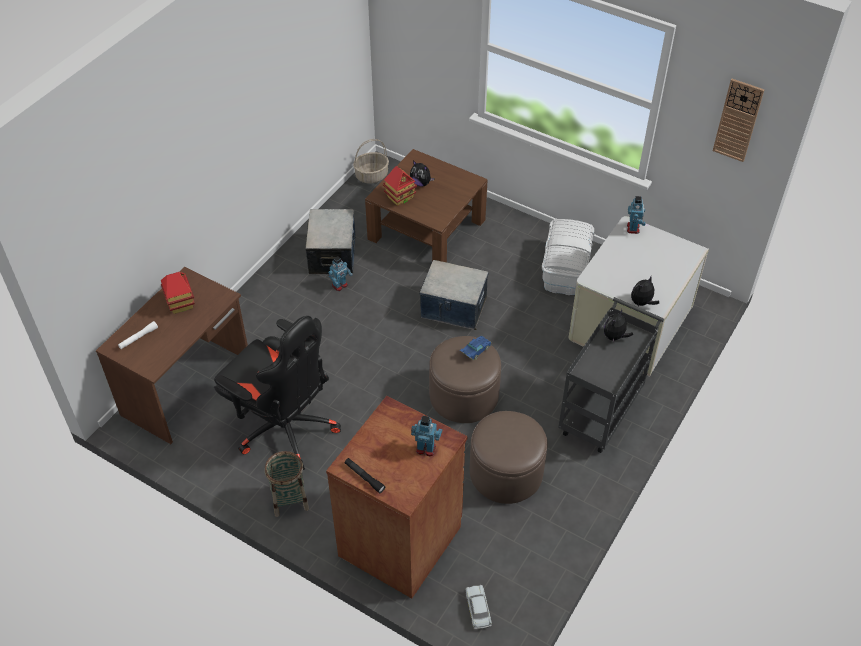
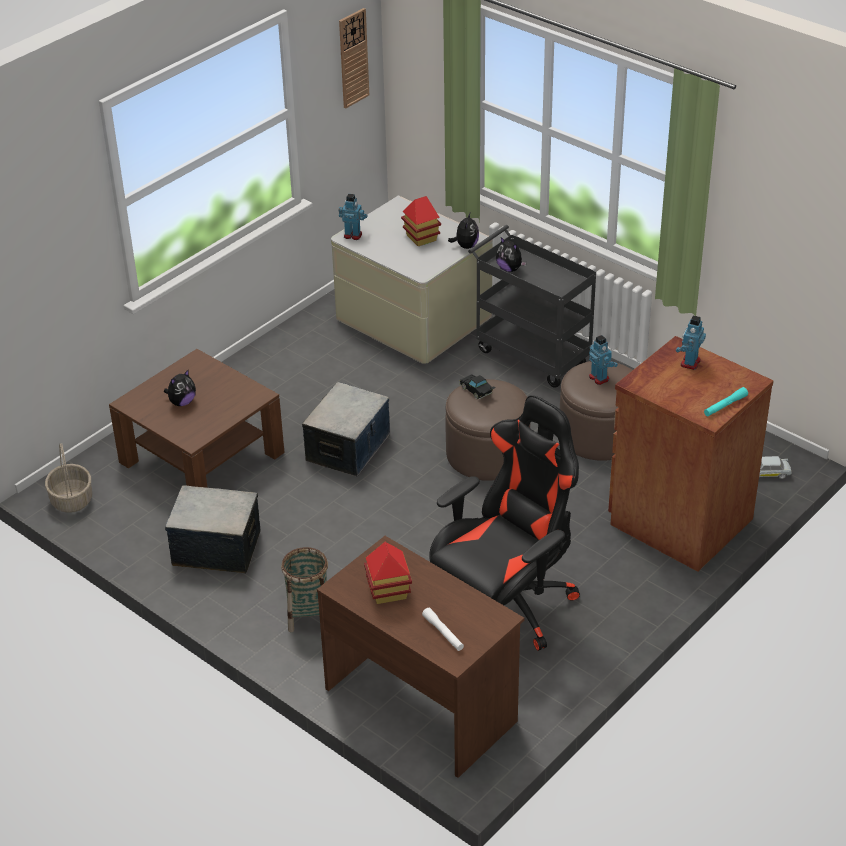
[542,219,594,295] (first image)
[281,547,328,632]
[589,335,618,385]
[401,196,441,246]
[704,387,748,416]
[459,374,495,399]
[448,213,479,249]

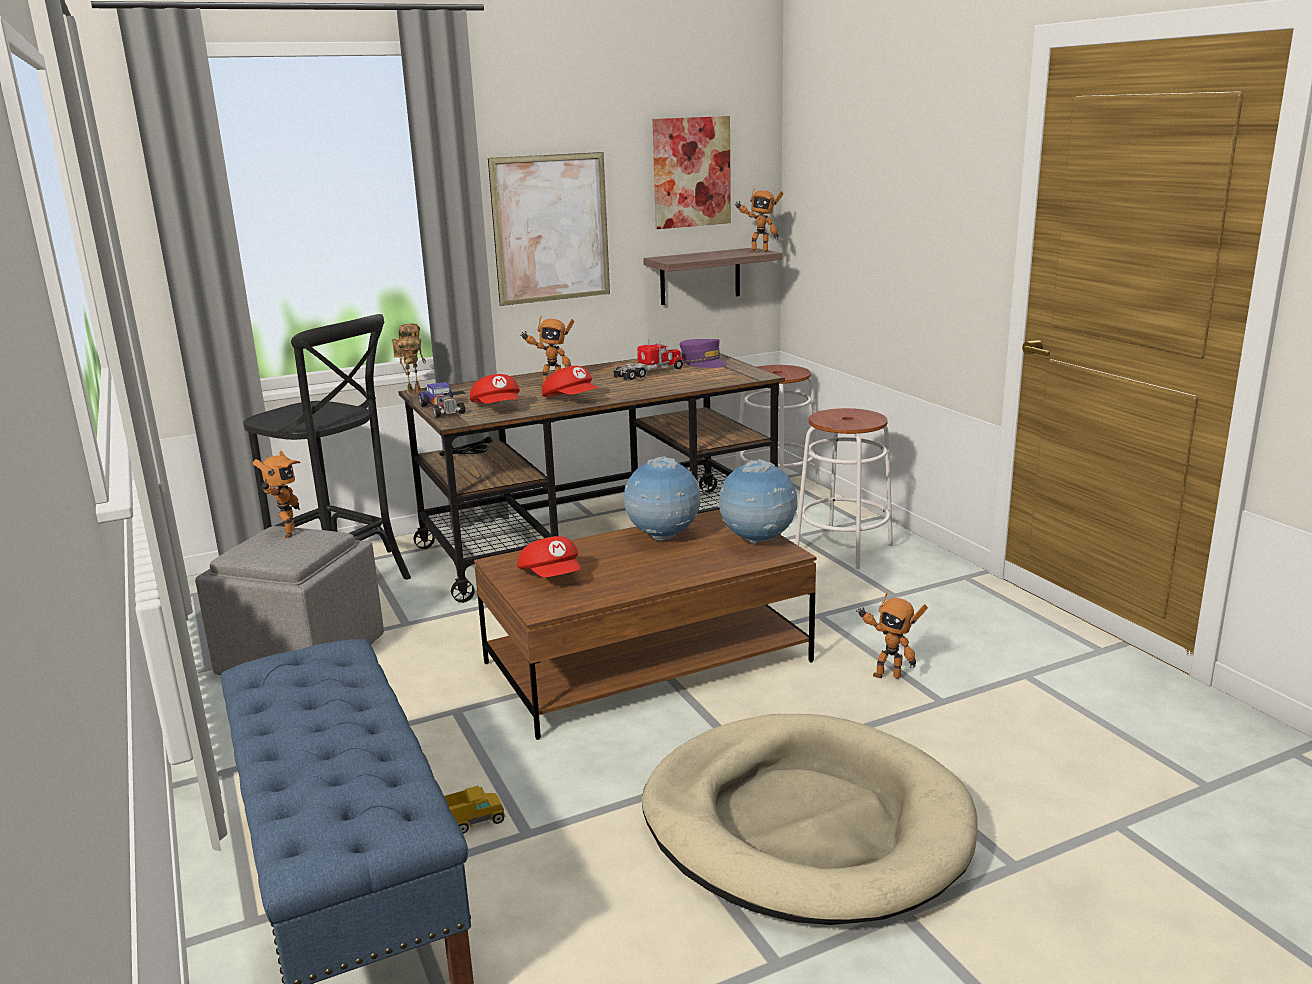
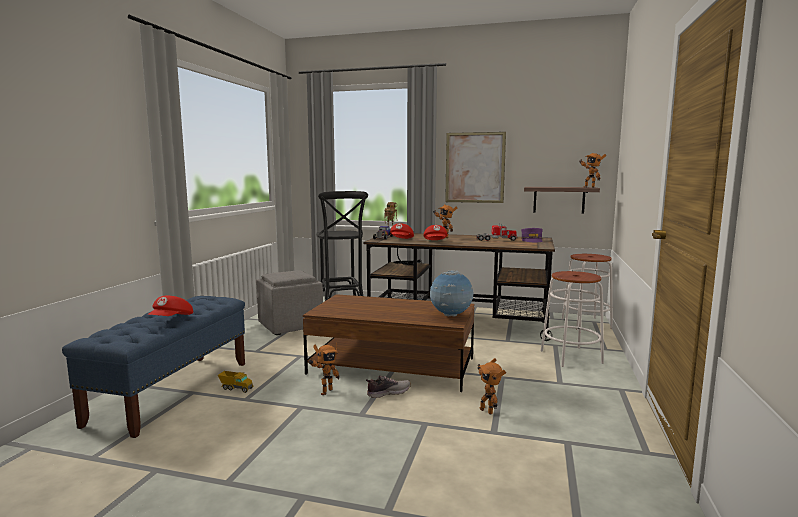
[624,456,701,541] (first image)
[642,714,977,925] (first image)
[652,116,731,229] (first image)
[366,376,411,398]
[308,342,339,395]
[147,295,193,316]

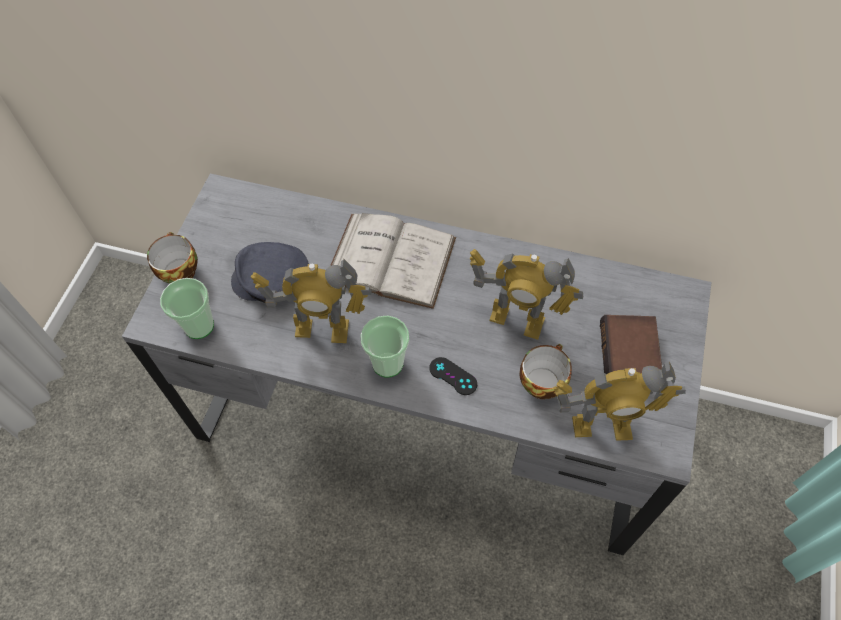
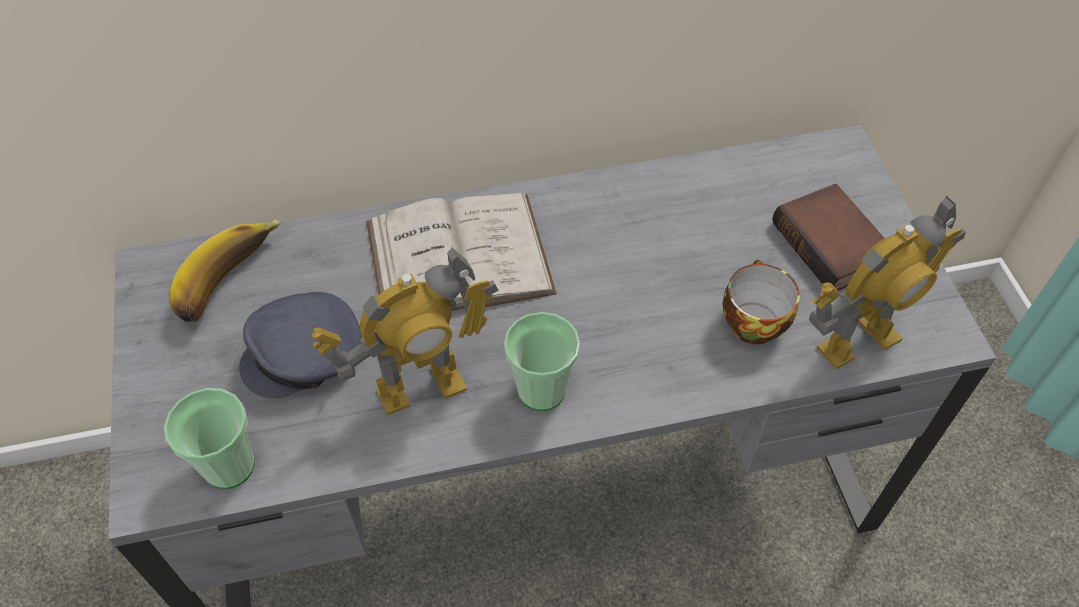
[147,232,198,284] (first image)
[429,357,477,395] (first image)
[470,249,583,340] (first image)
[169,220,281,322]

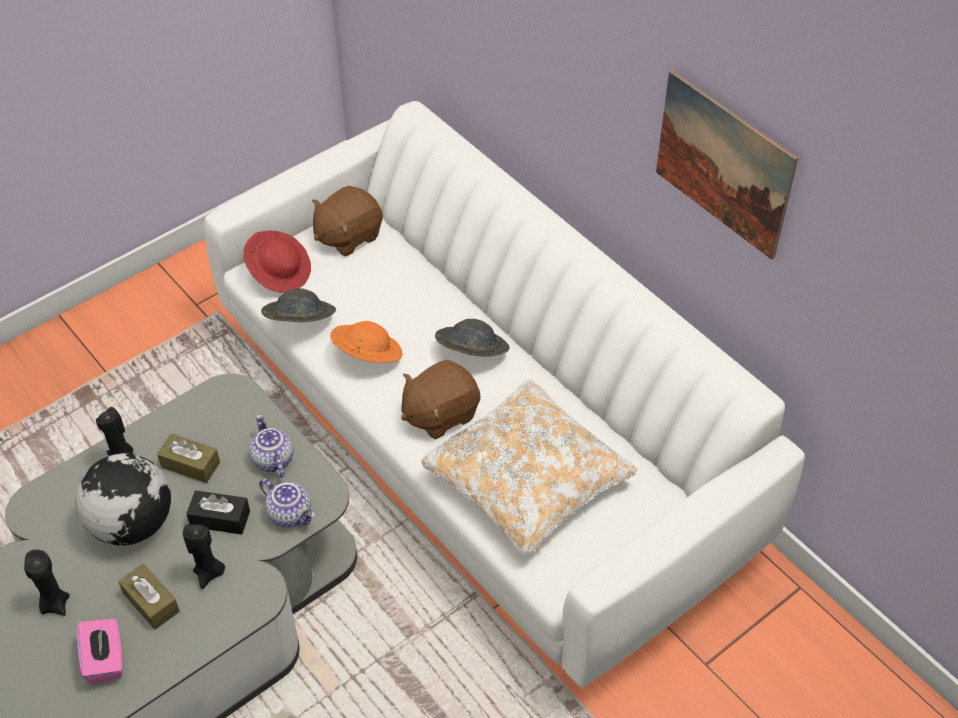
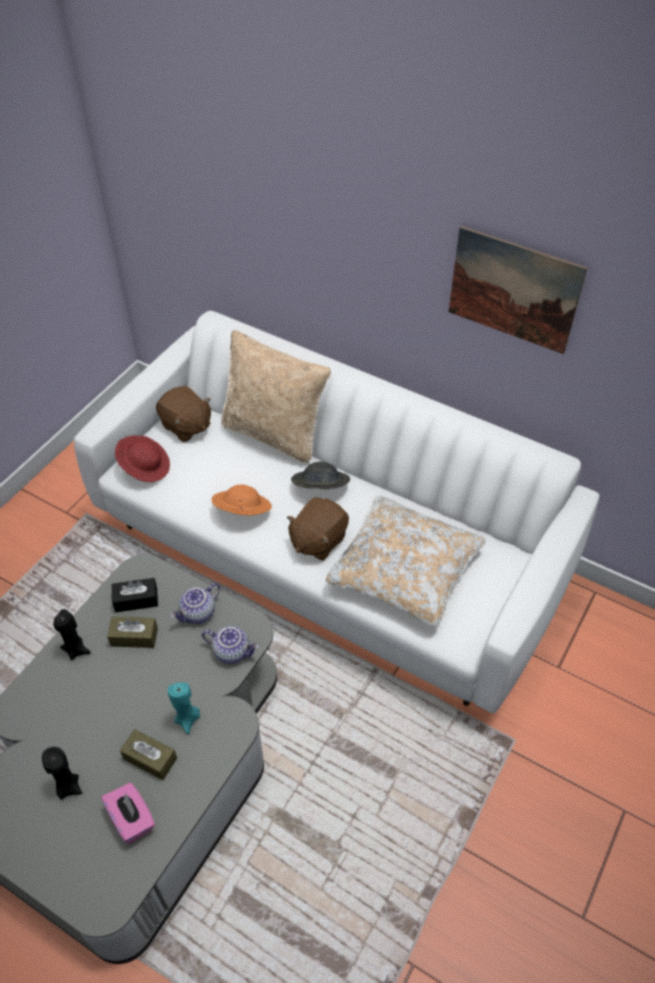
[76,453,171,546] (first image)
[261,288,336,322] (first image)
[221,330,332,463]
[112,578,158,612]
[168,682,200,734]
[171,583,220,624]
[156,386,211,442]

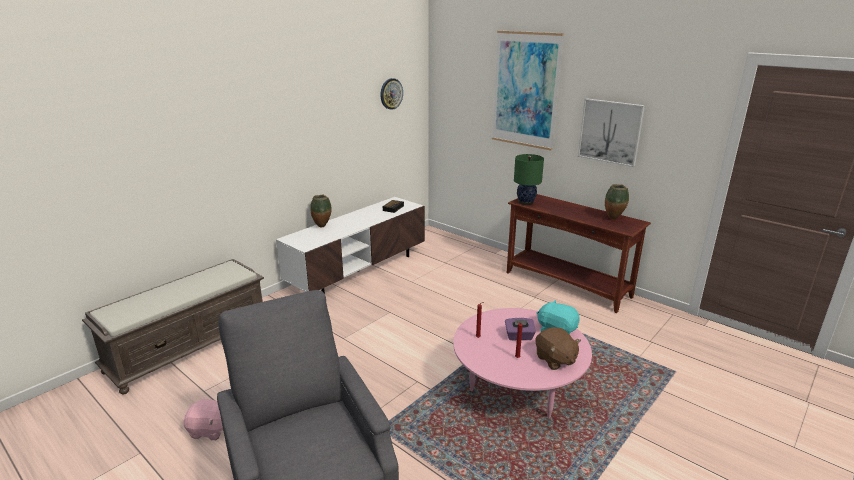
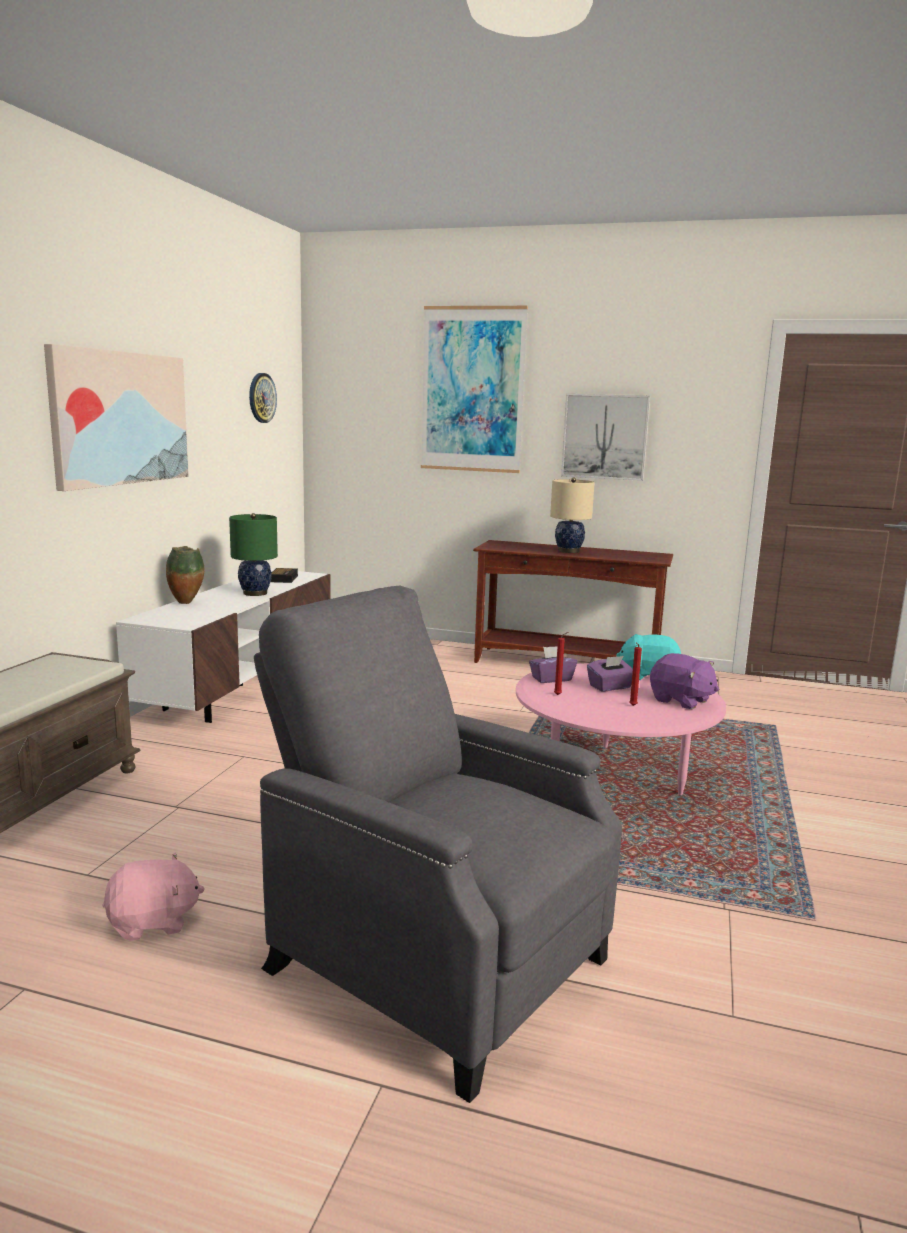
[605,184,629,220] (first image)
[44,344,189,491]
[529,647,577,683]
[550,478,595,553]
[229,513,278,596]
[650,653,719,709]

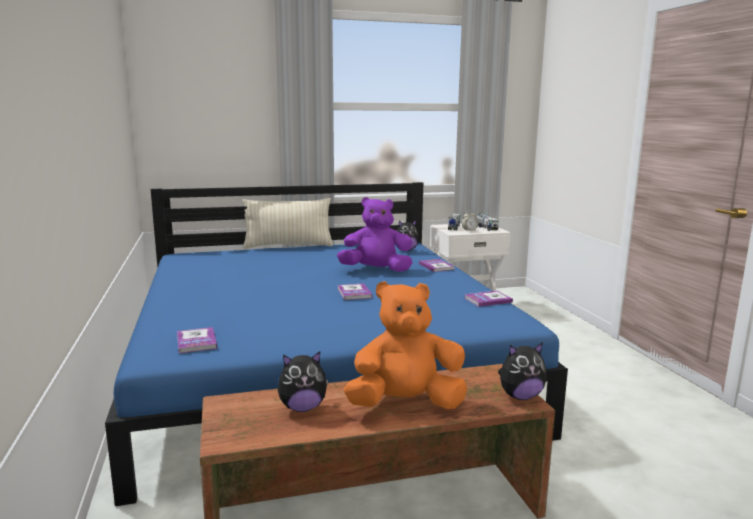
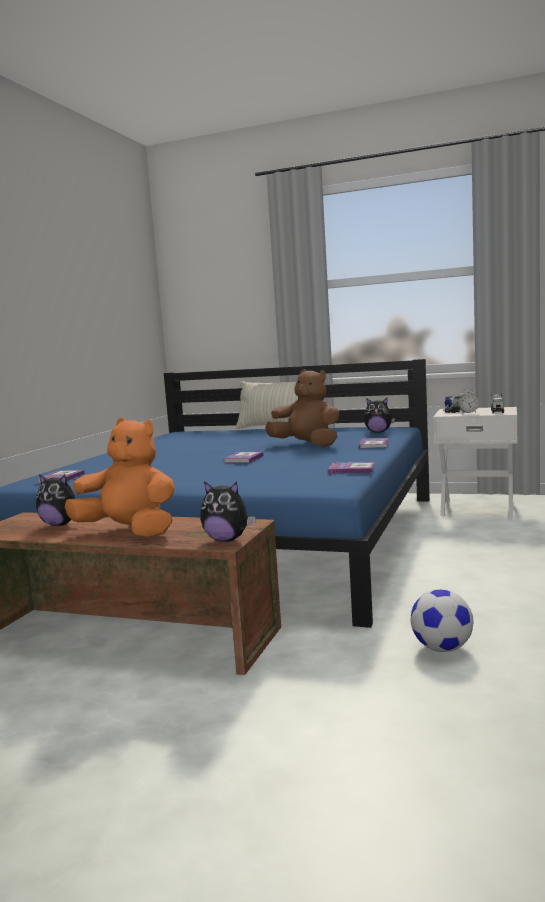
[411,589,473,652]
[265,369,339,447]

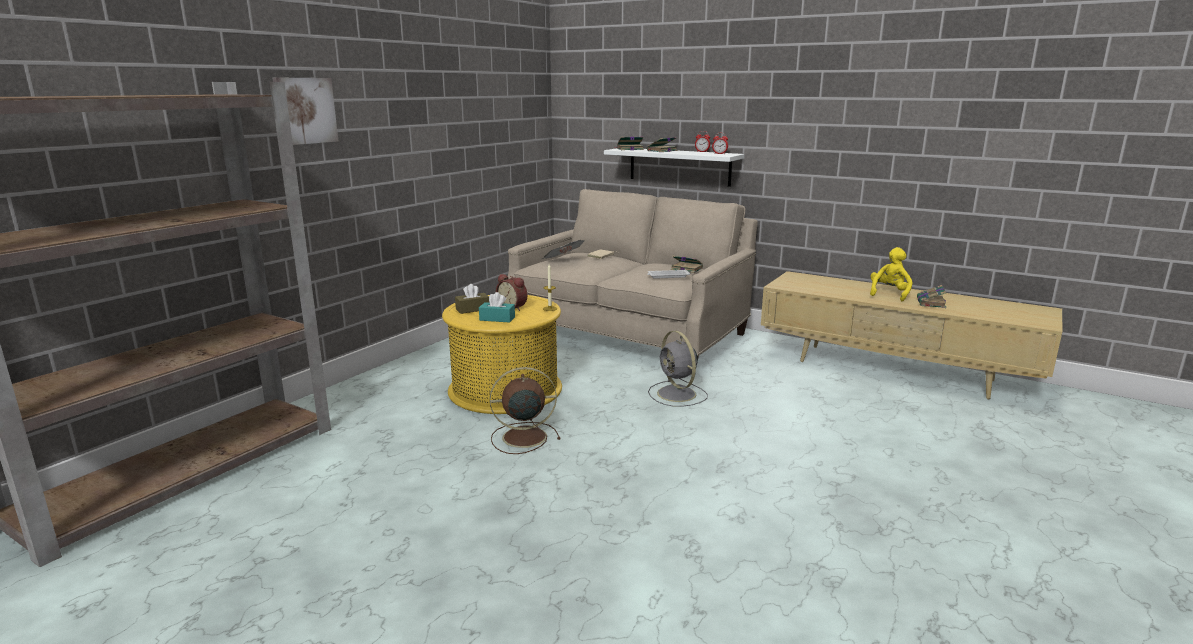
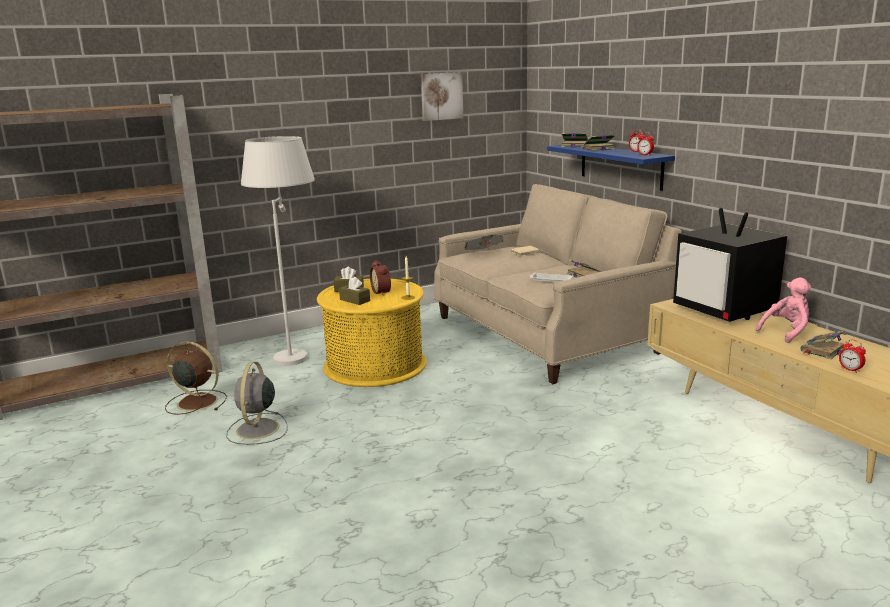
[241,136,315,366]
[673,208,787,322]
[839,339,866,373]
[421,72,463,121]
[165,341,227,415]
[226,362,288,445]
[339,277,370,305]
[547,145,675,191]
[756,277,811,343]

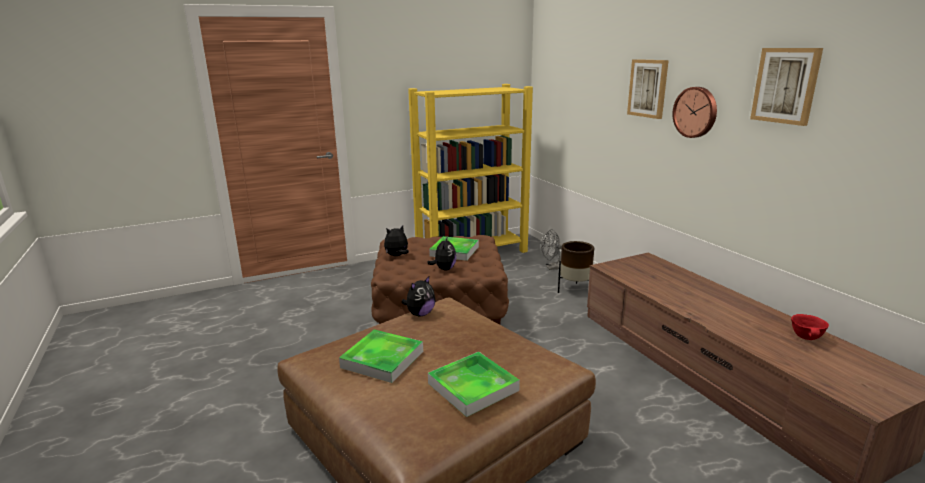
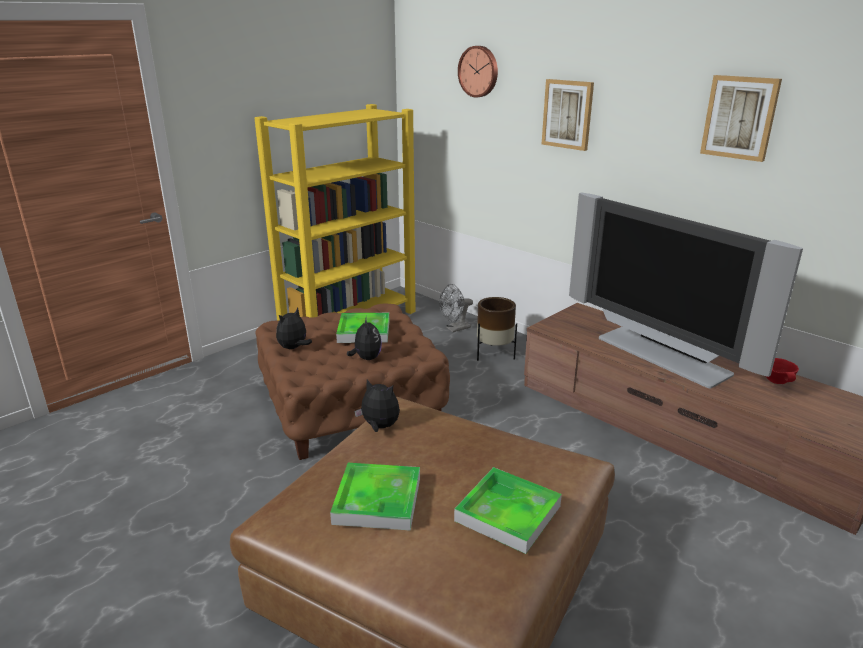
[569,193,803,388]
[458,46,498,97]
[354,380,400,432]

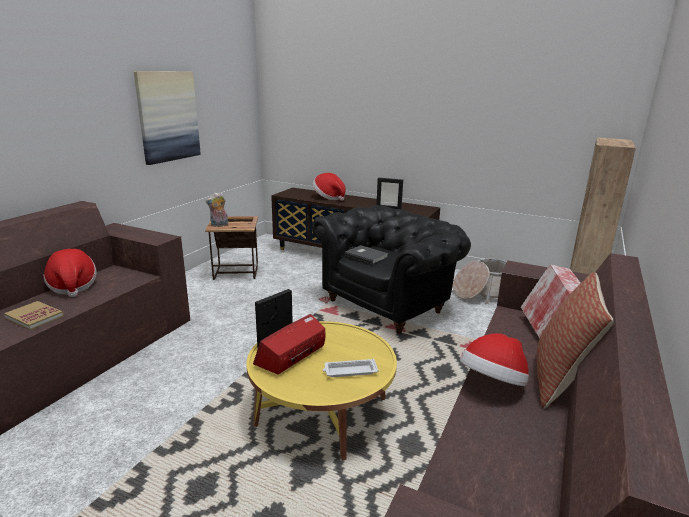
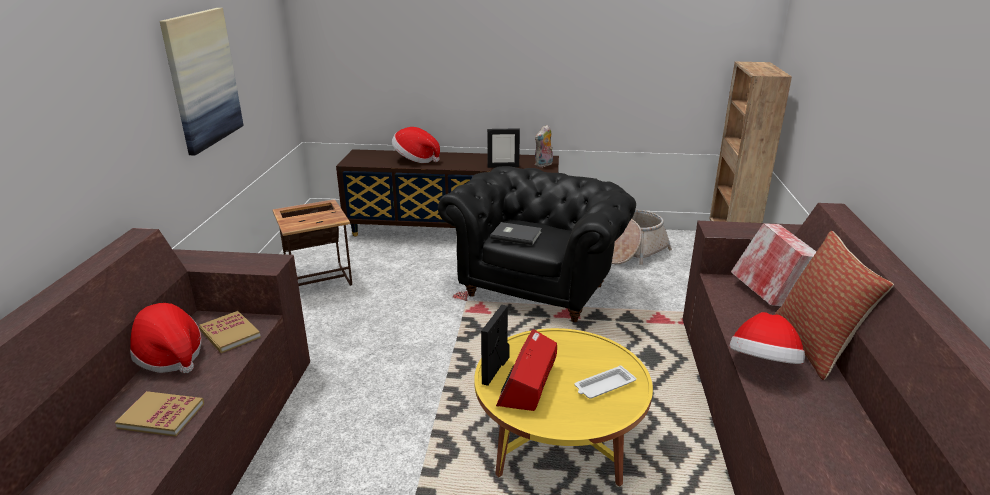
[199,311,261,353]
[535,125,553,167]

